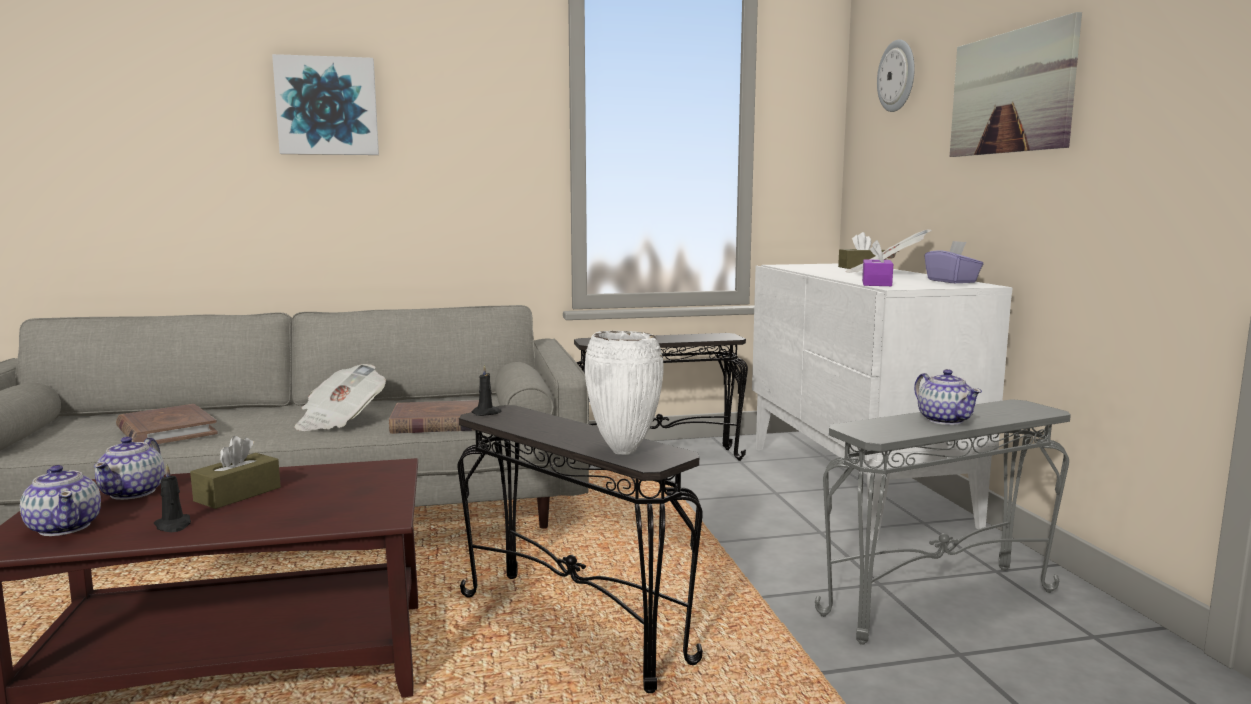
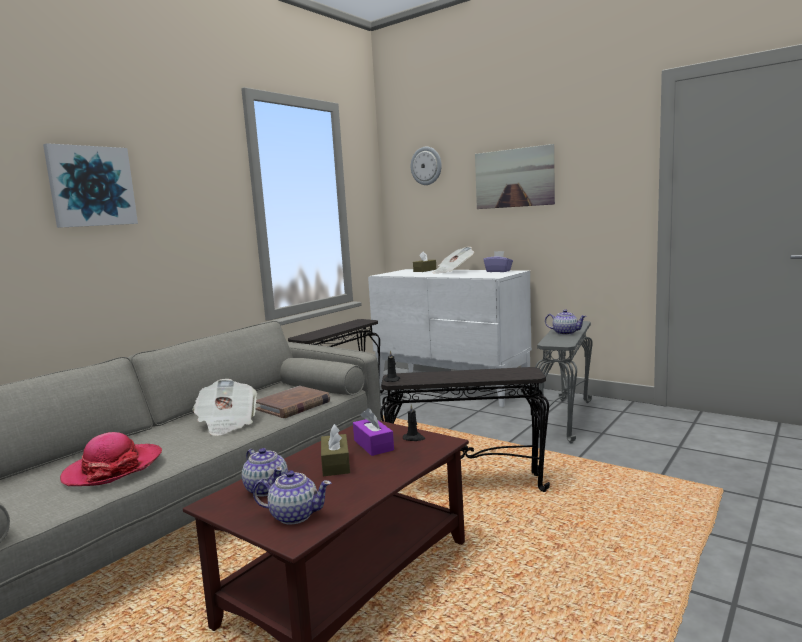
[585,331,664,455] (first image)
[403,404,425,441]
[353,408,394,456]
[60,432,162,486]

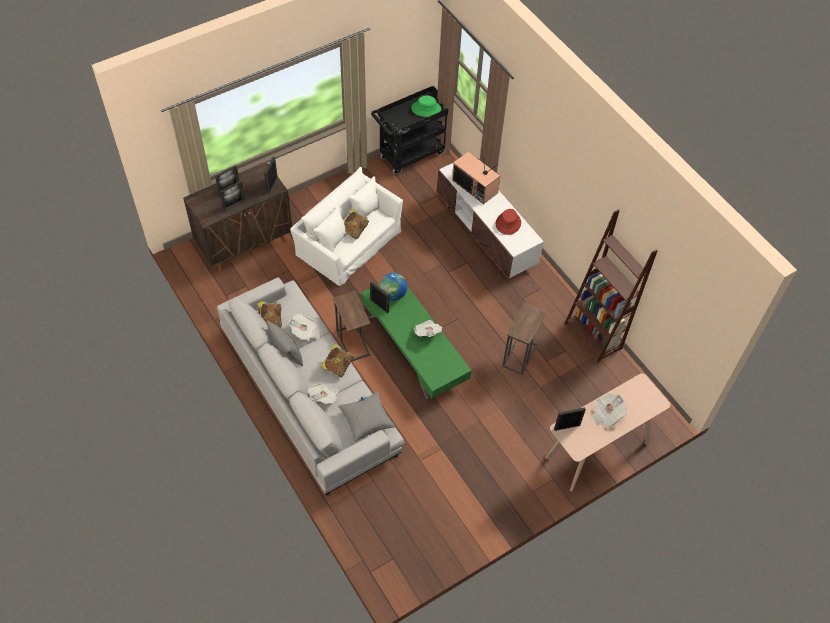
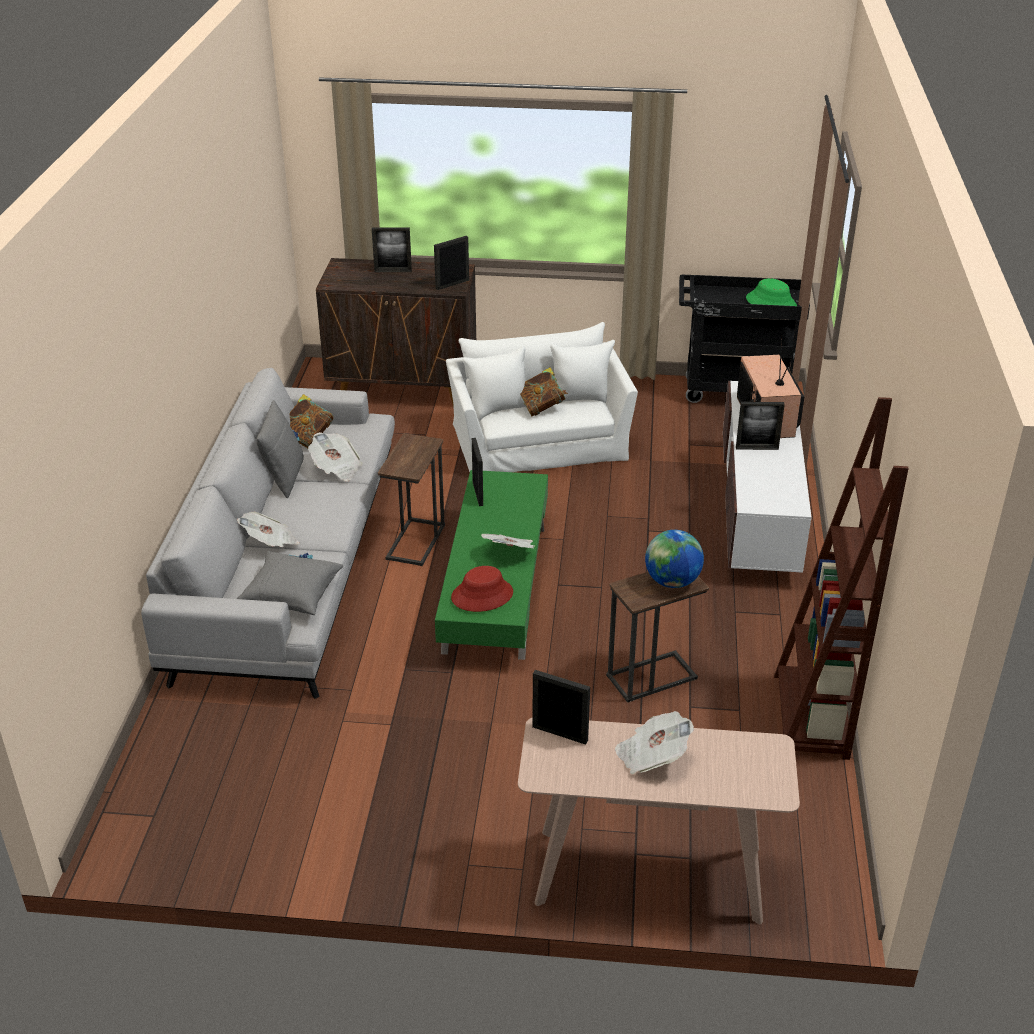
[320,344,354,378] (first image)
[736,402,785,450]
[645,530,704,588]
[451,566,513,612]

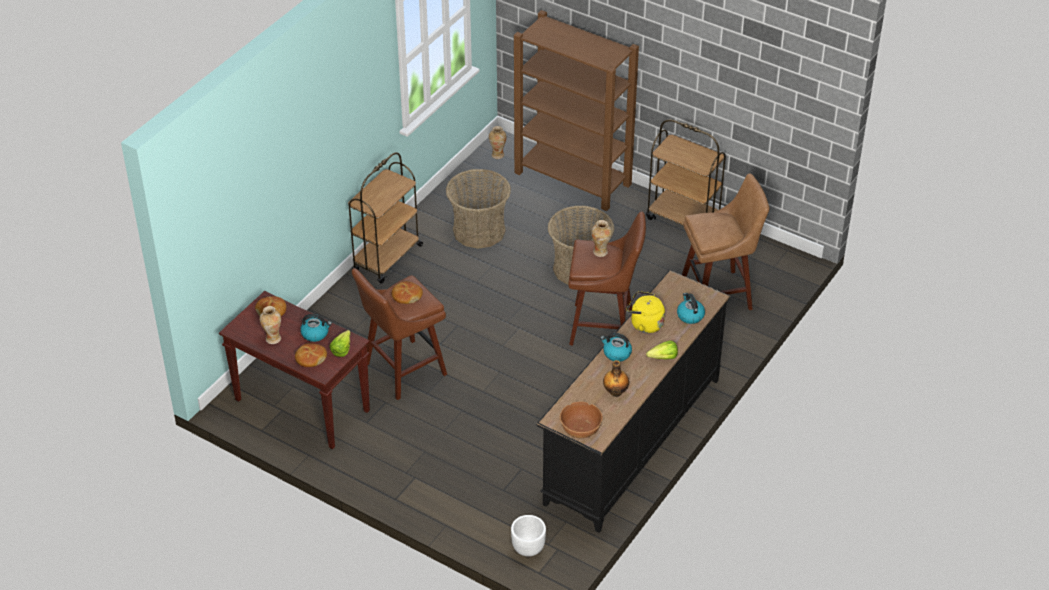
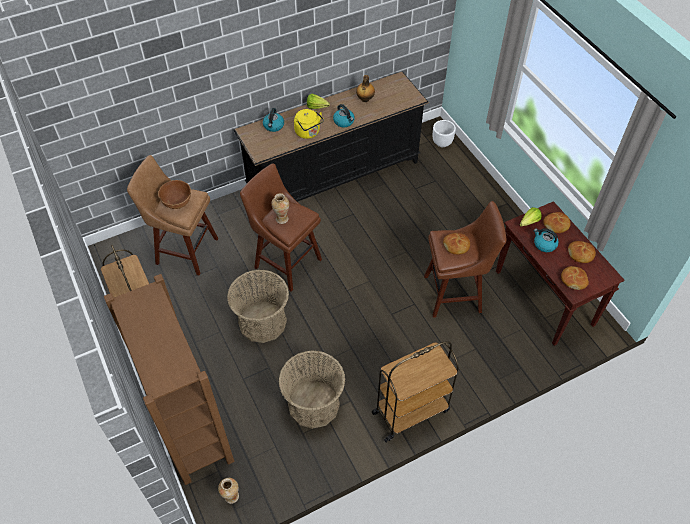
[158,180,191,209]
[568,241,596,263]

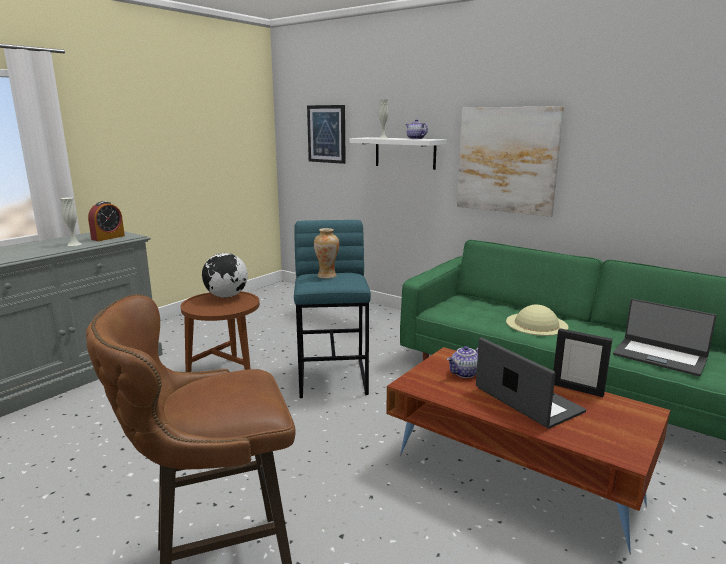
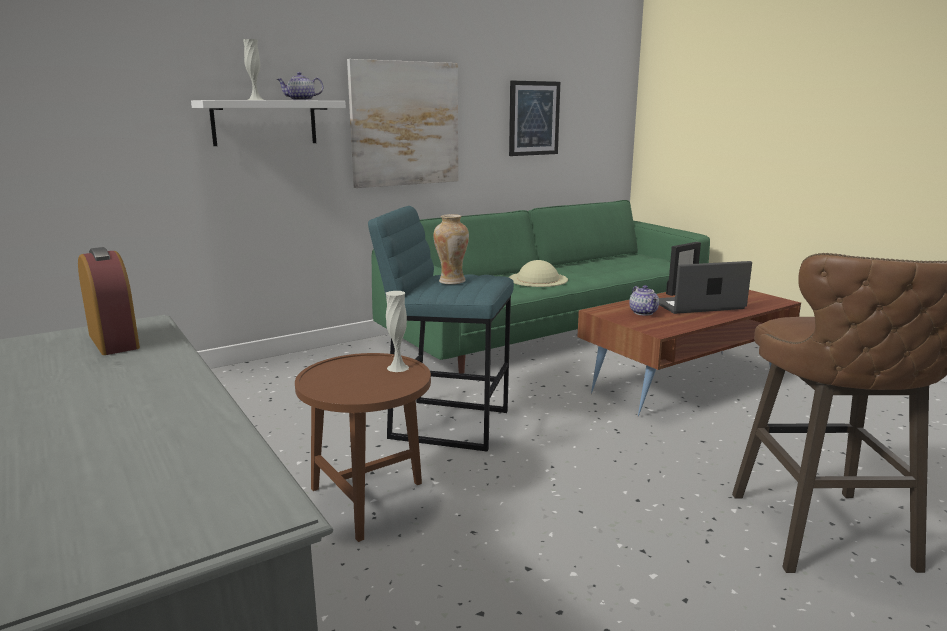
[202,253,248,298] (first image)
[613,299,717,376] (first image)
[386,291,409,372]
[509,81,560,156]

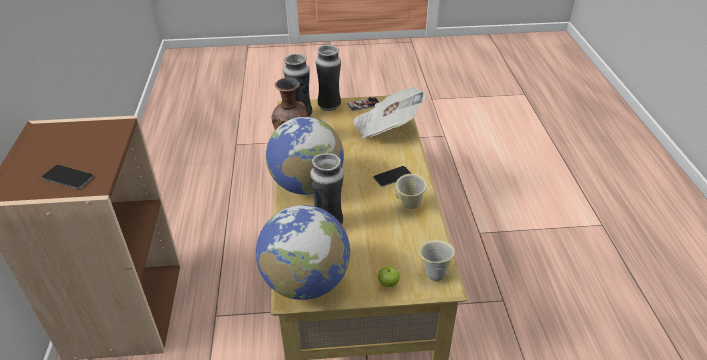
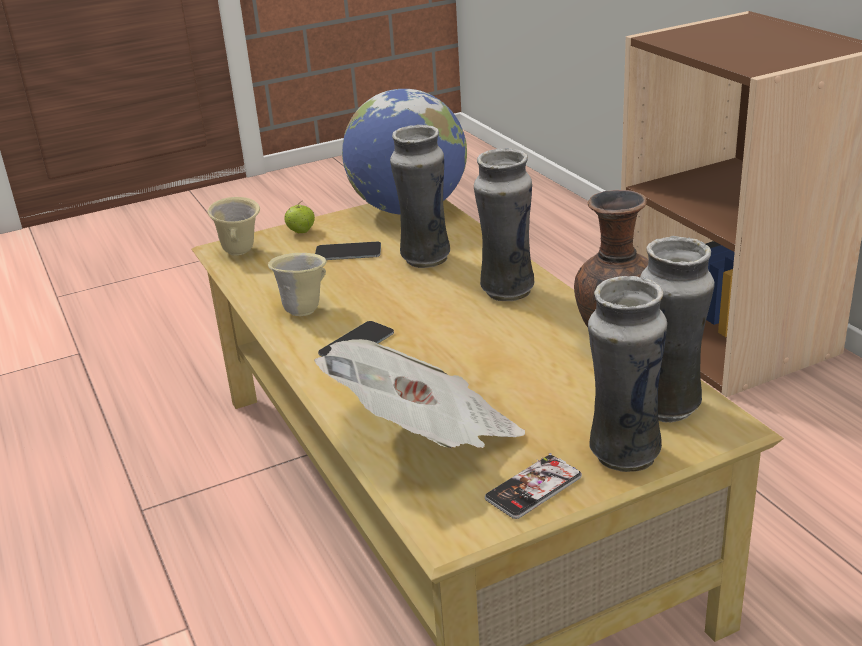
[315,242,381,260]
[474,148,534,301]

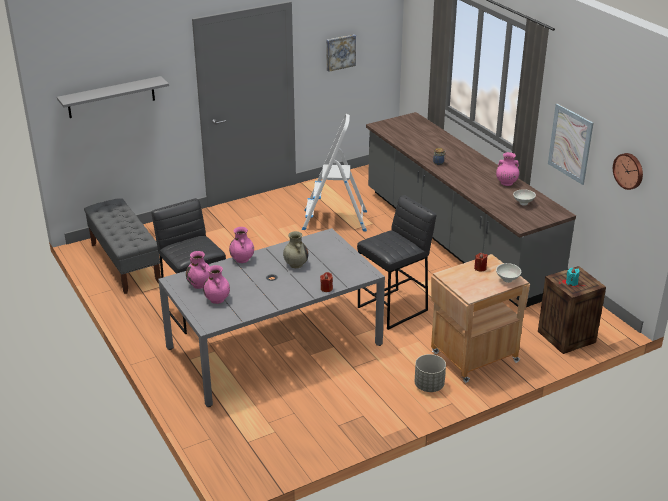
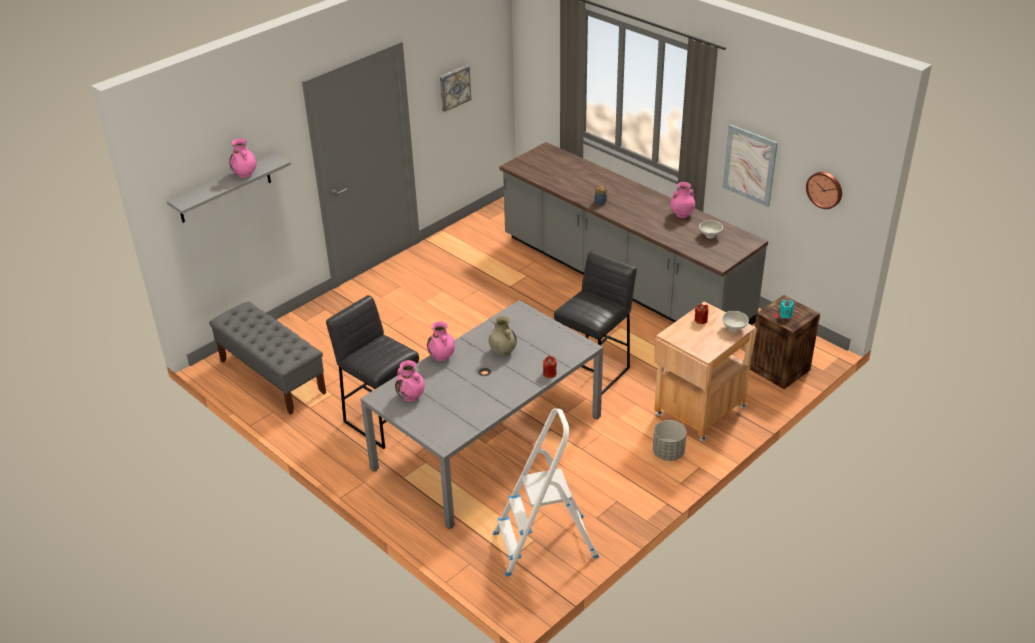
[229,138,257,178]
[493,408,599,576]

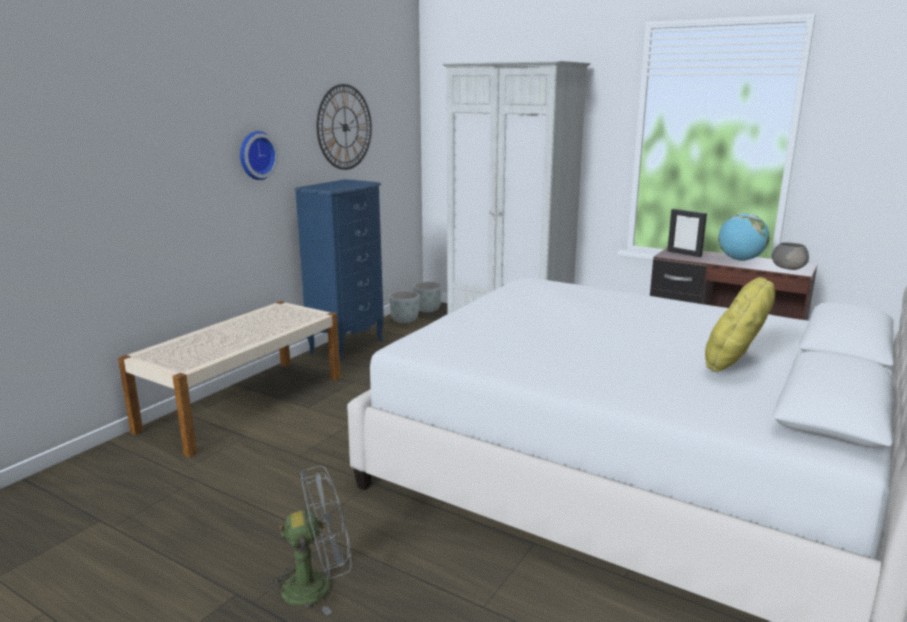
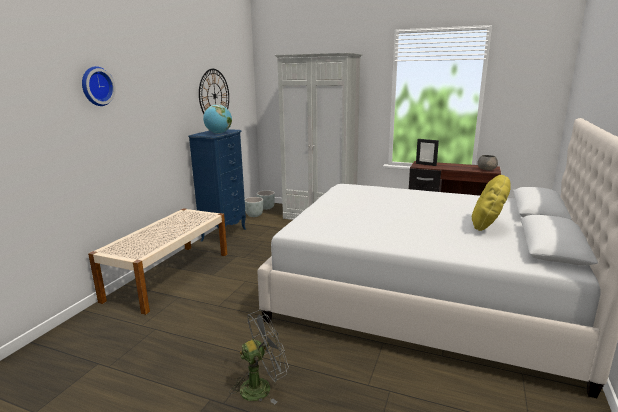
[82,66,116,106]
[203,105,232,134]

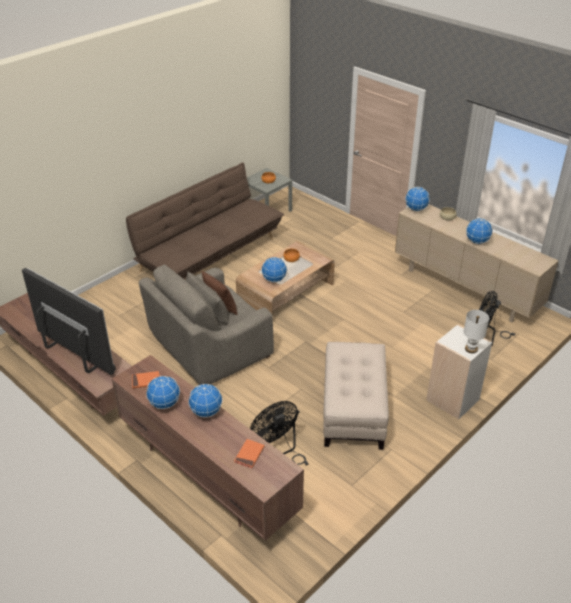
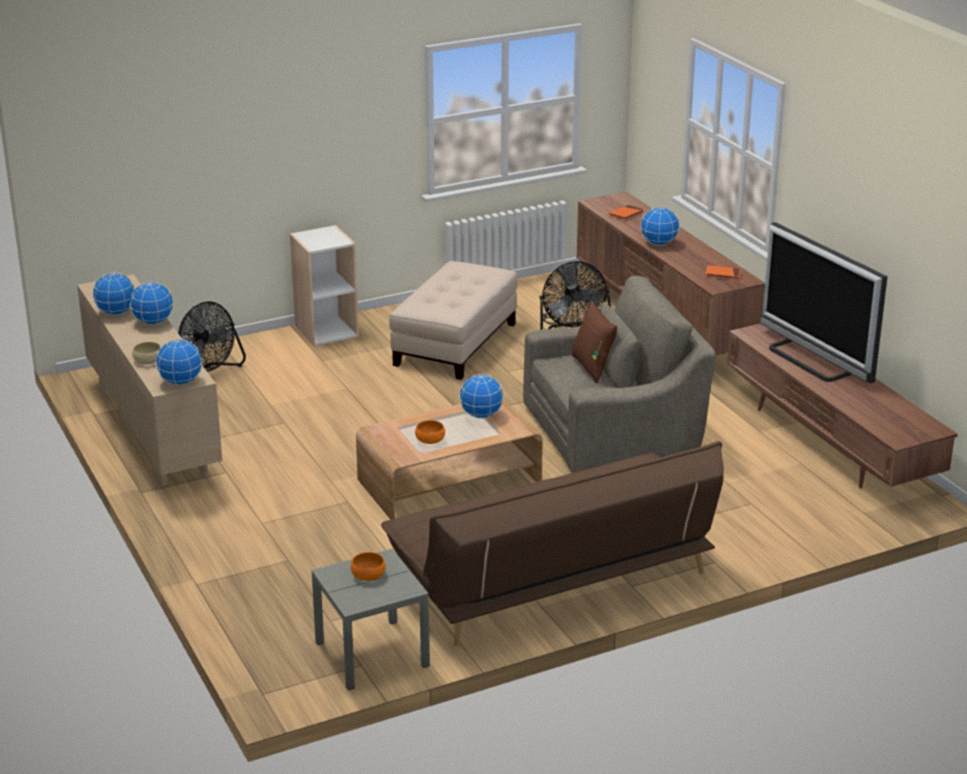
[463,310,489,353] (first image)
[93,273,135,315]

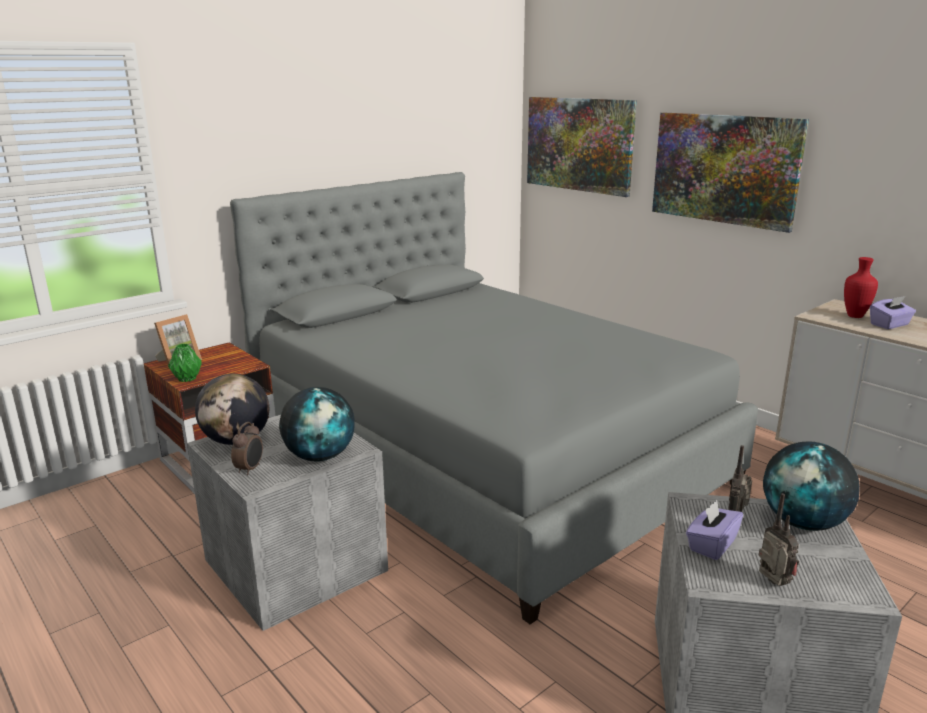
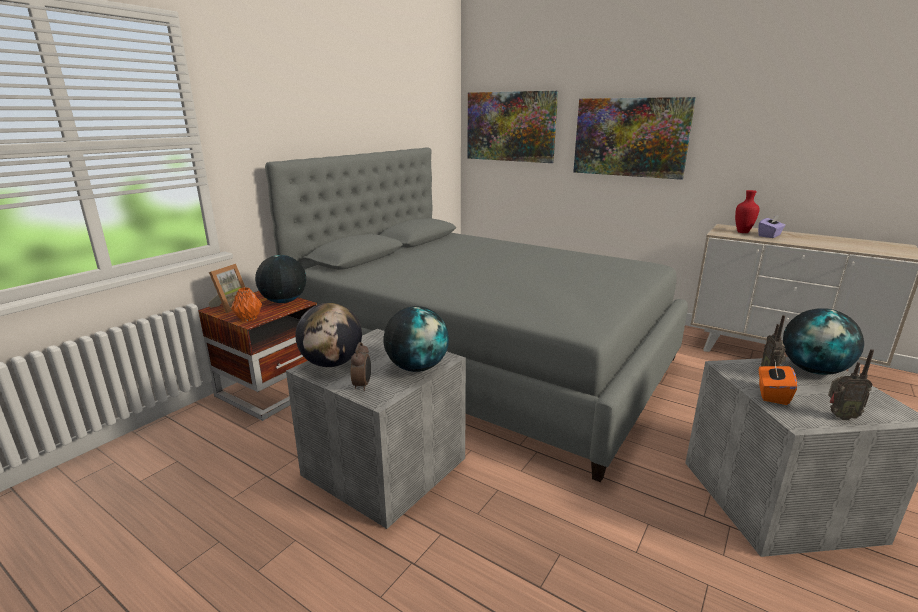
[255,255,306,303]
[231,287,262,322]
[759,362,797,405]
[828,349,874,420]

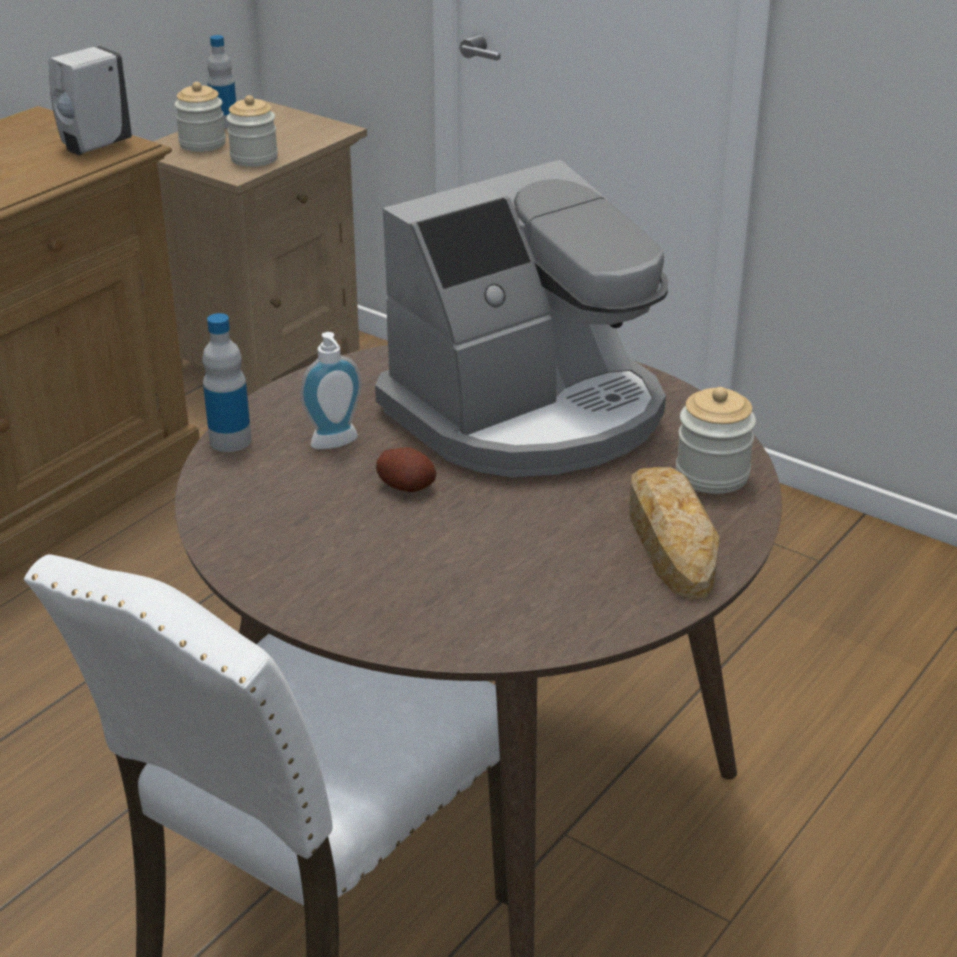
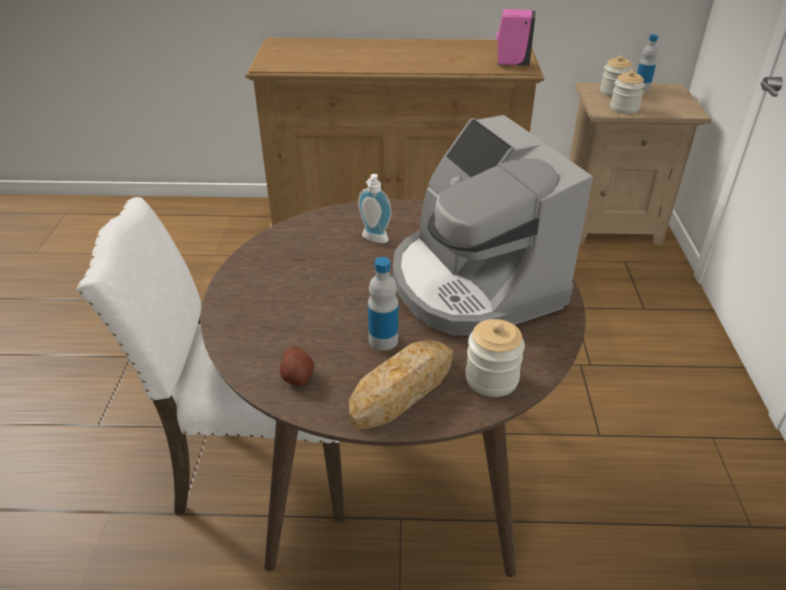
[368,257,398,351]
[280,346,314,386]
[496,9,536,66]
[393,115,593,336]

